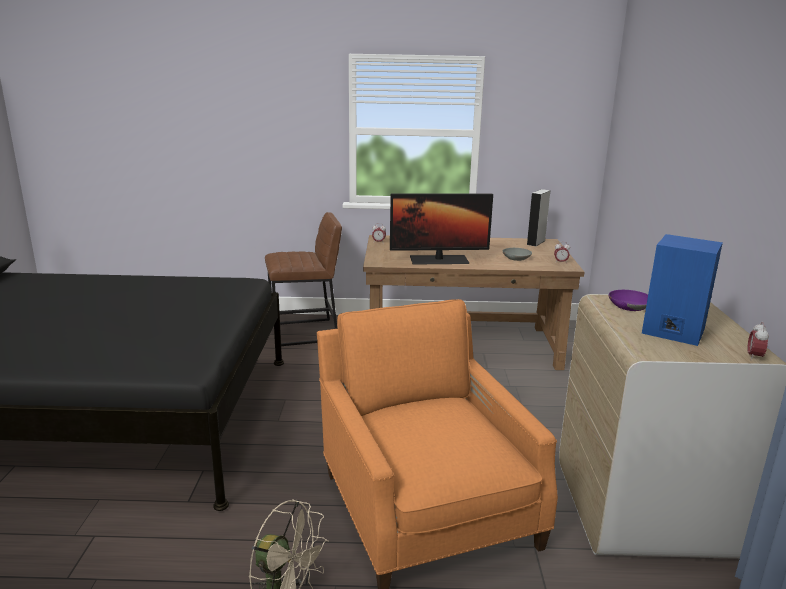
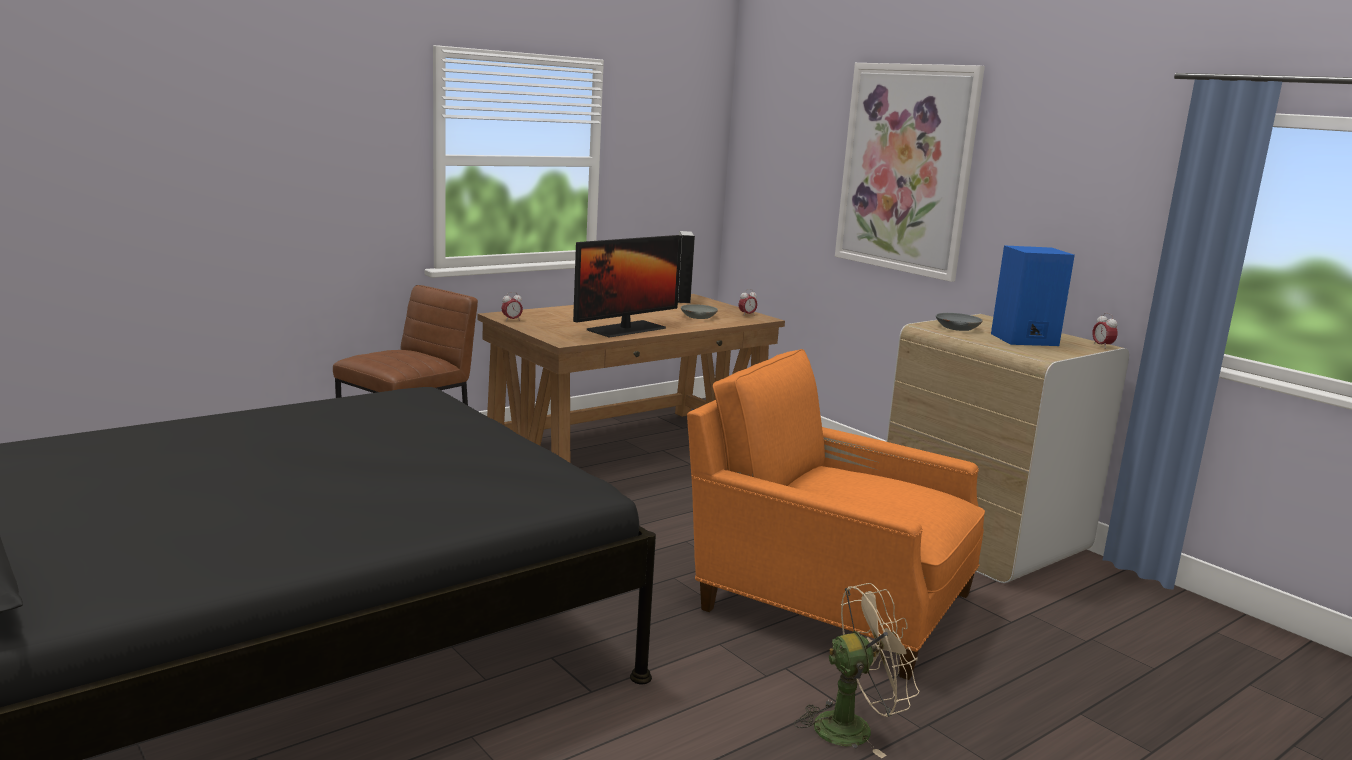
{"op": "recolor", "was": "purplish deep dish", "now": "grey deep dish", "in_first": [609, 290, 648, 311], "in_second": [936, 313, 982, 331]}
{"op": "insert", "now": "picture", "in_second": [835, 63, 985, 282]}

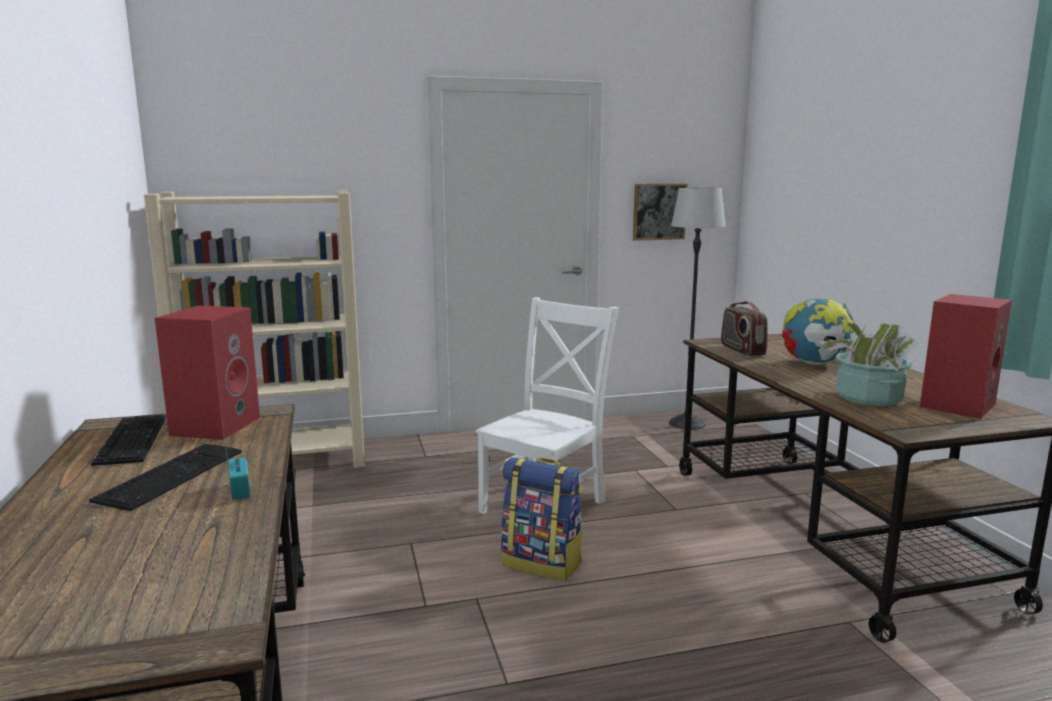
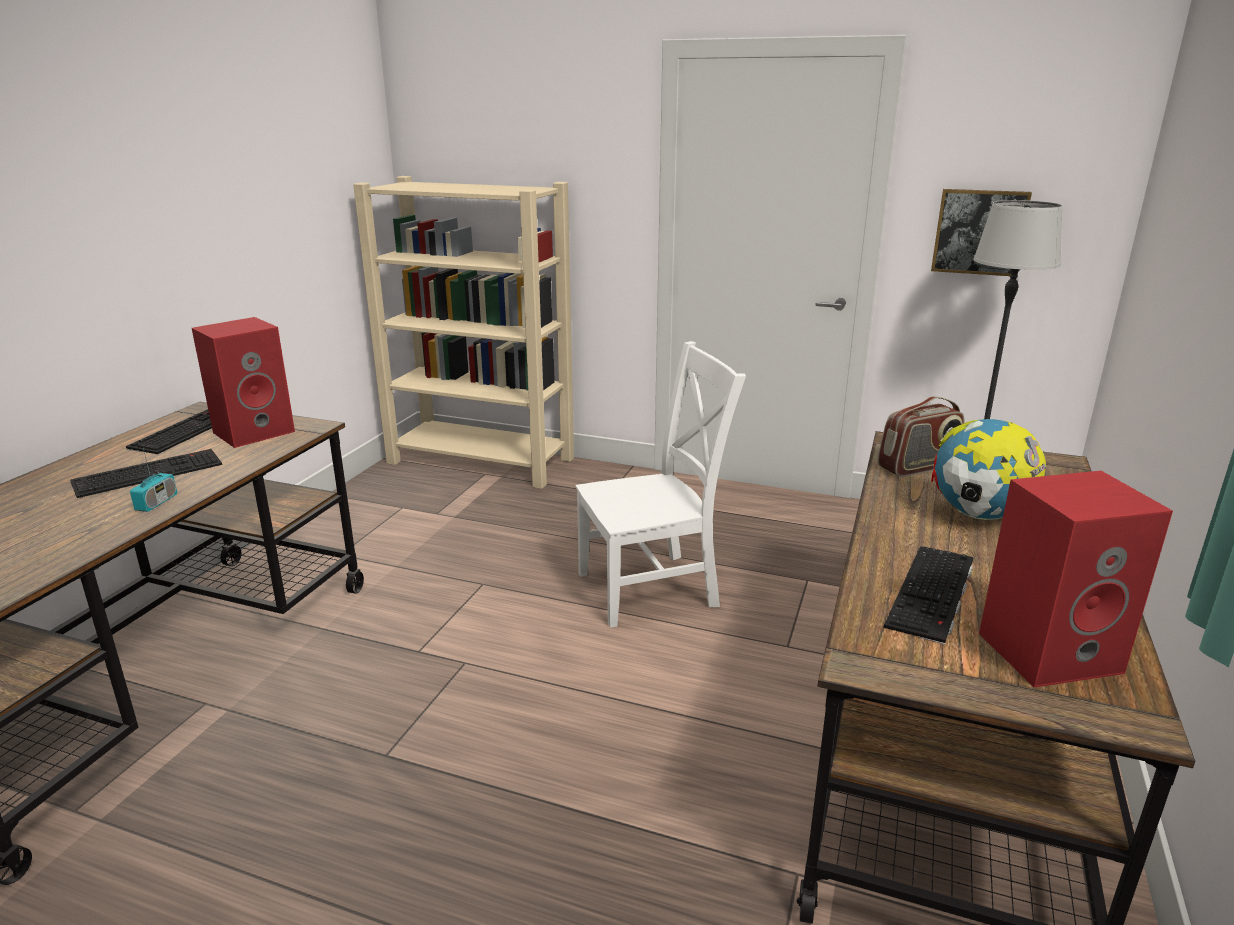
{"op": "delete", "was": "rucksack", "in_first": [501, 457, 582, 581]}
{"op": "rotate", "was": "radio", "in_first": [721, 301, 768, 356], "in_second": [878, 397, 964, 477], "clockwise": -135}
{"op": "replace", "was": "plant in a pot", "now": "PC keyboard", "in_first": [818, 322, 920, 406], "in_second": [884, 546, 974, 645]}

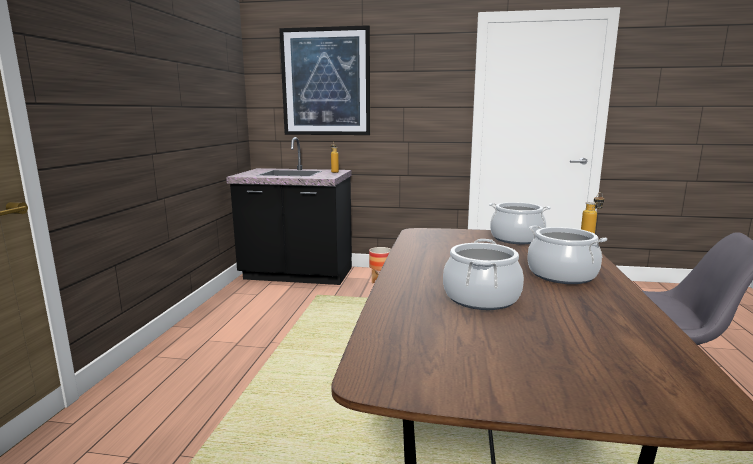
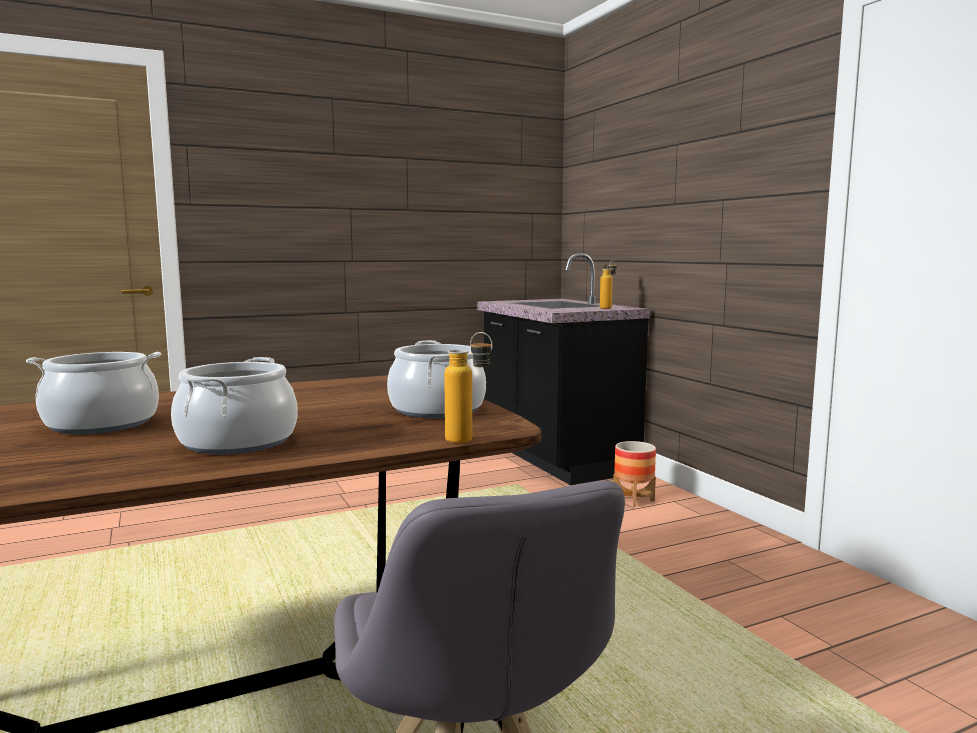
{"op": "delete", "was": "picture", "in_first": [279, 25, 370, 135]}

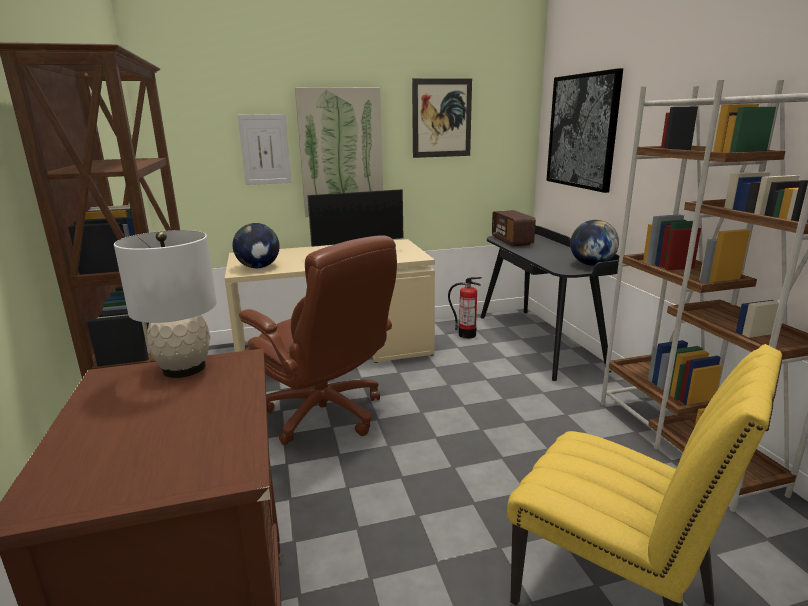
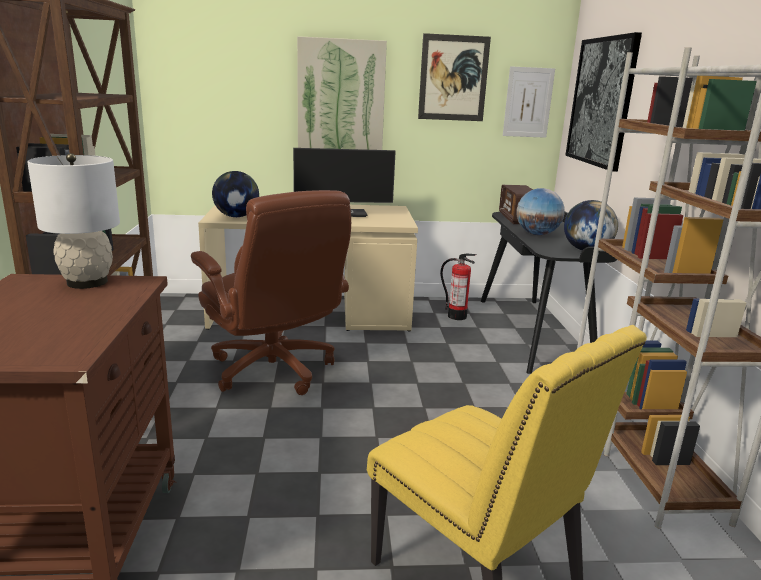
{"op": "move", "was": "picture", "in_first": [238, 114, 292, 185], "in_second": [503, 66, 555, 138]}
{"op": "insert", "now": "world globe", "in_second": [517, 188, 565, 235]}

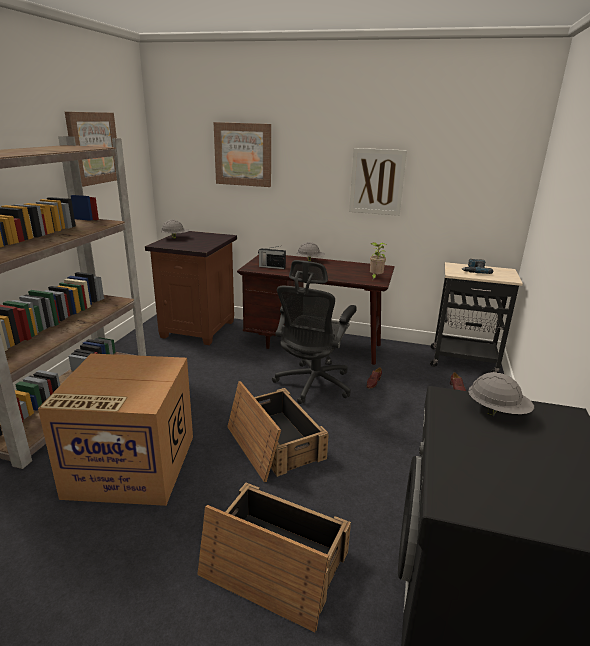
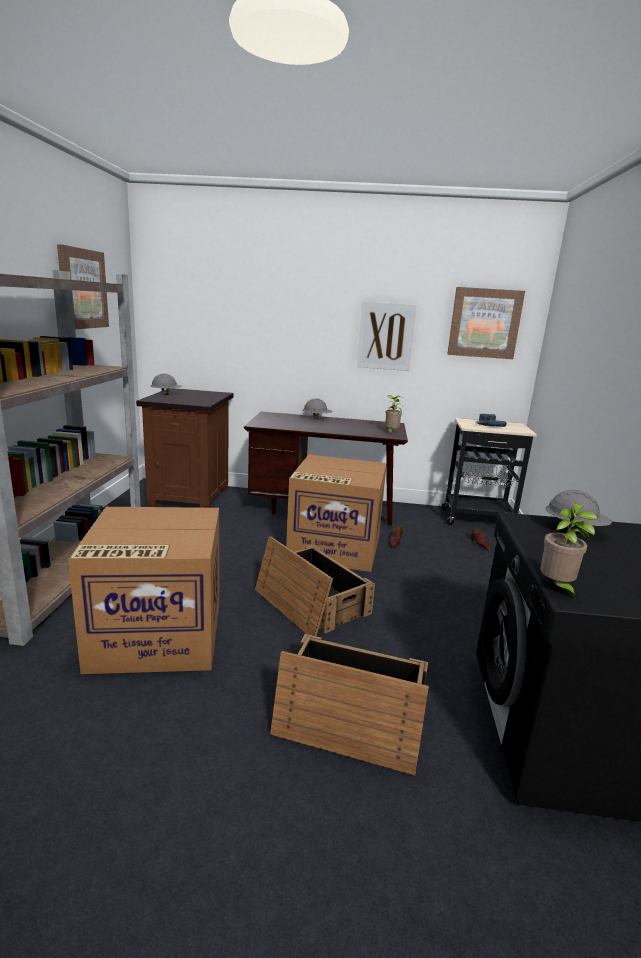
{"op": "move", "was": "picture", "in_first": [214, 122, 271, 187], "in_second": [447, 287, 525, 359]}
{"op": "delete", "was": "radio", "in_first": [258, 246, 286, 269]}
{"op": "replace", "was": "desk chair", "now": "cardboard box", "in_first": [272, 260, 357, 404], "in_second": [286, 454, 387, 572]}
{"op": "insert", "now": "plant in a pot", "in_second": [540, 503, 597, 597]}

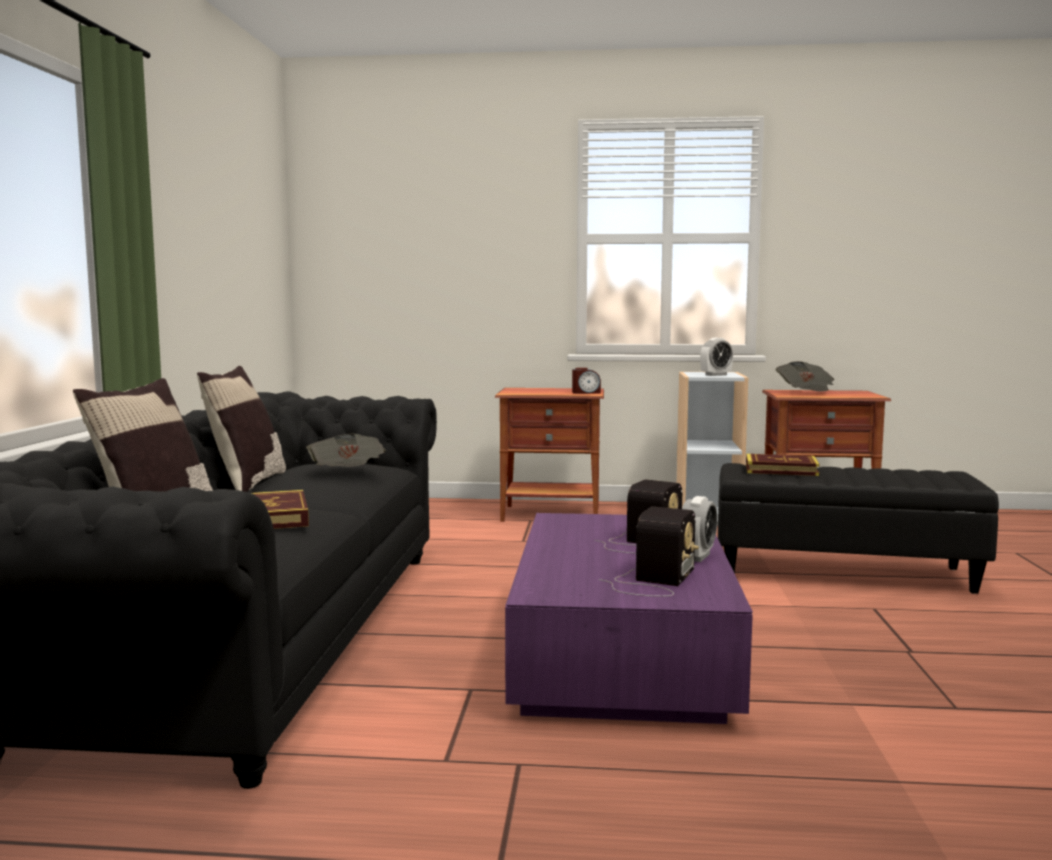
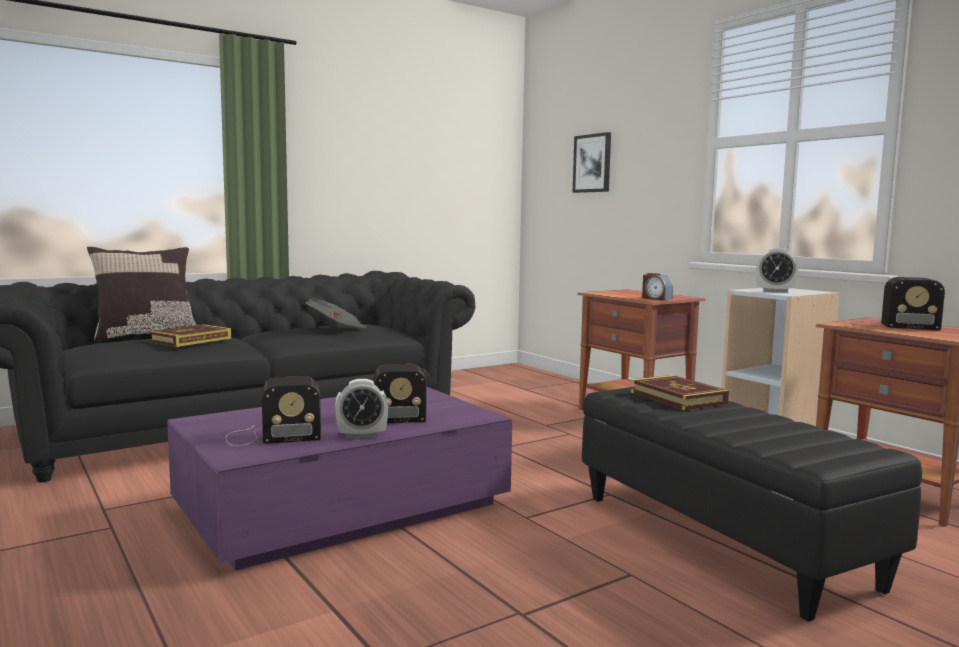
{"op": "delete", "was": "pillow", "in_first": [197, 366, 286, 492]}
{"op": "replace", "was": "printed paper", "now": "radio", "in_first": [776, 361, 834, 391], "in_second": [849, 277, 945, 331]}
{"op": "insert", "now": "picture", "in_second": [572, 132, 611, 193]}

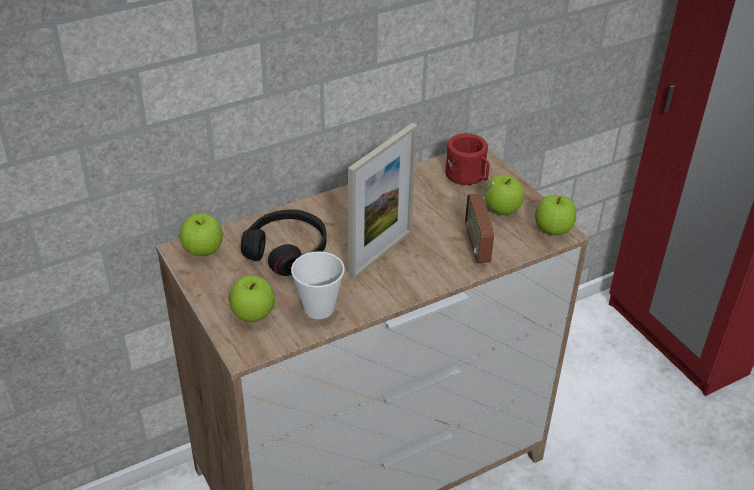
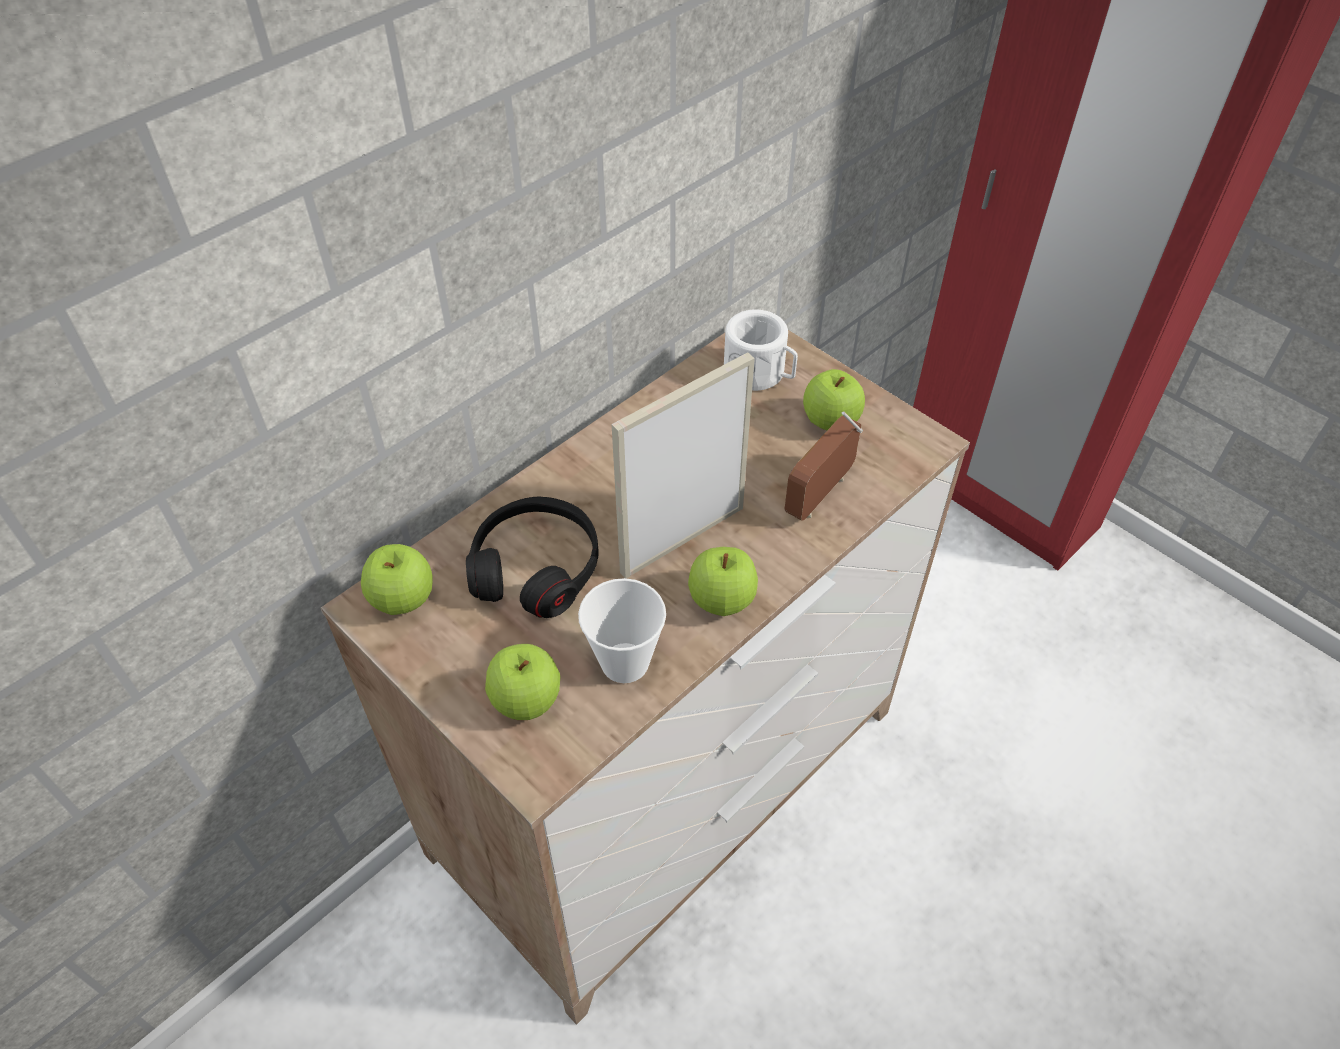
{"op": "rotate", "was": "standing frame", "in_first": [348, 123, 417, 280], "in_second": [612, 352, 755, 578], "clockwise": -150}
{"op": "recolor", "was": "reddish coffee mug", "now": "white coffee mug", "in_first": [445, 133, 490, 185], "in_second": [724, 309, 798, 391]}
{"op": "rotate", "was": "radio", "in_first": [465, 183, 494, 263], "in_second": [784, 411, 863, 521], "clockwise": 60}
{"op": "move", "was": "apple", "in_first": [535, 195, 576, 235], "in_second": [688, 547, 758, 616]}

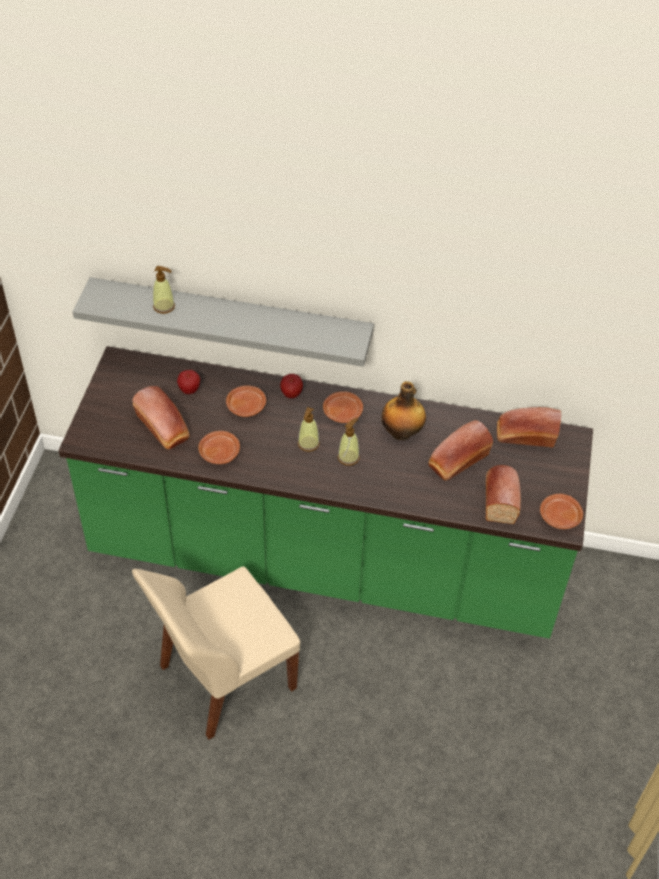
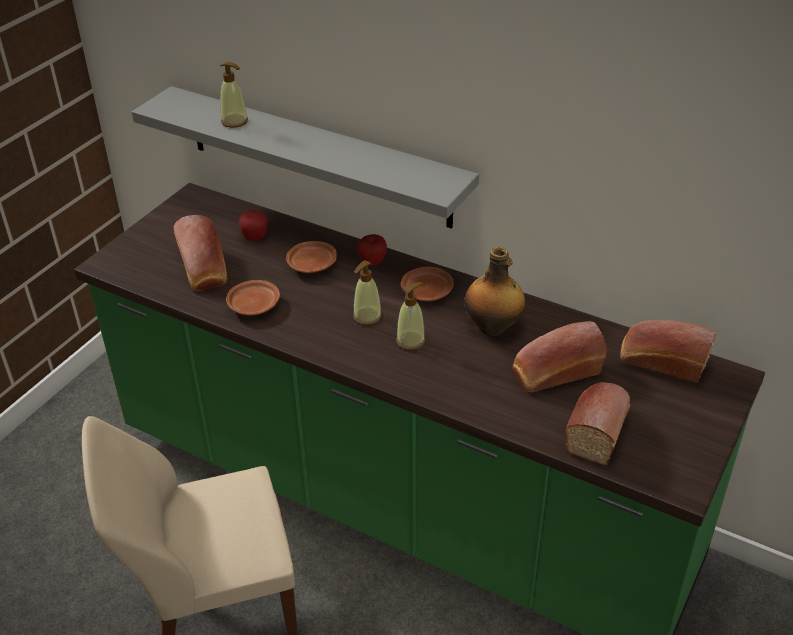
{"op": "delete", "was": "brown-coloured dinner plate", "in_first": [540, 494, 583, 529]}

